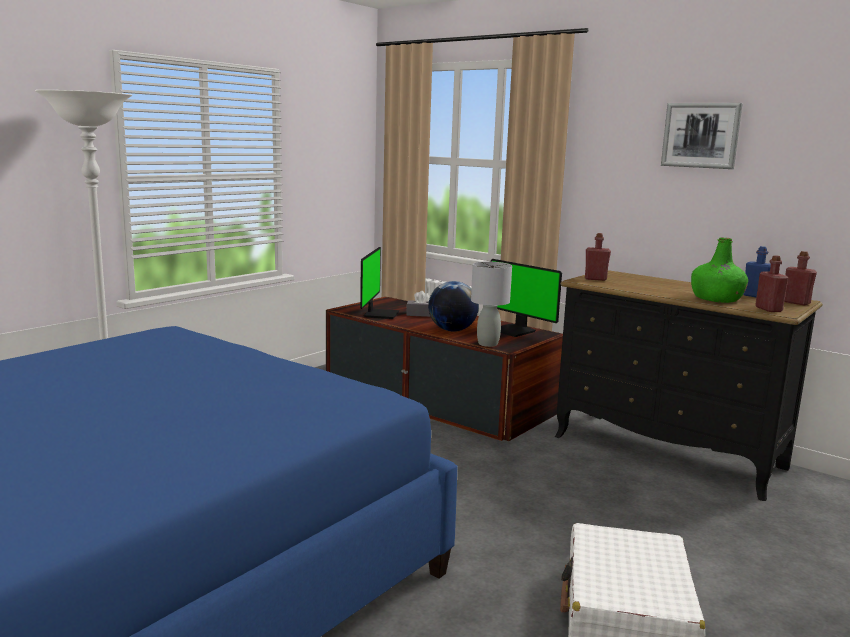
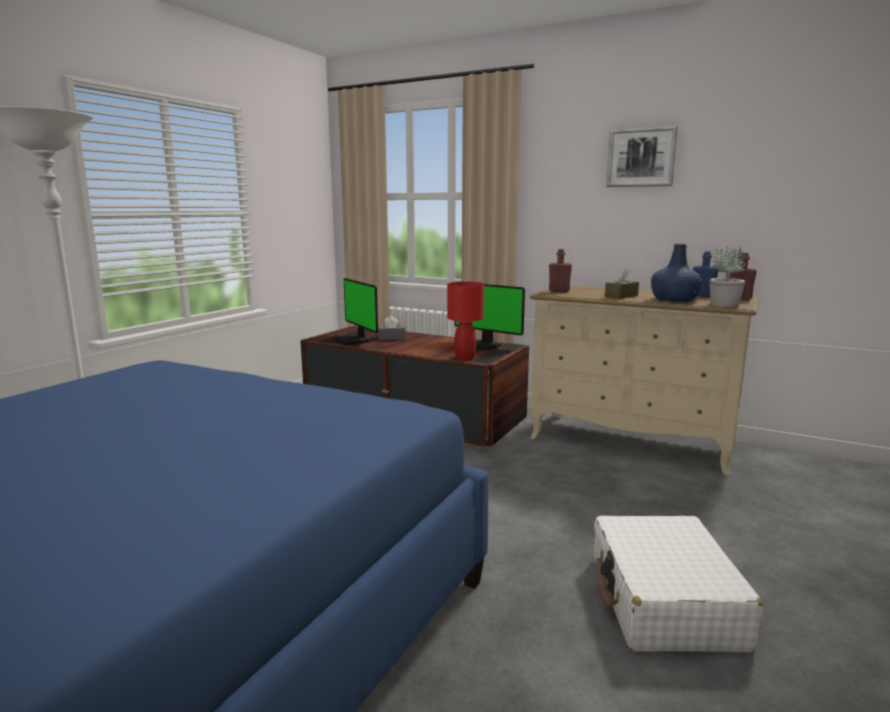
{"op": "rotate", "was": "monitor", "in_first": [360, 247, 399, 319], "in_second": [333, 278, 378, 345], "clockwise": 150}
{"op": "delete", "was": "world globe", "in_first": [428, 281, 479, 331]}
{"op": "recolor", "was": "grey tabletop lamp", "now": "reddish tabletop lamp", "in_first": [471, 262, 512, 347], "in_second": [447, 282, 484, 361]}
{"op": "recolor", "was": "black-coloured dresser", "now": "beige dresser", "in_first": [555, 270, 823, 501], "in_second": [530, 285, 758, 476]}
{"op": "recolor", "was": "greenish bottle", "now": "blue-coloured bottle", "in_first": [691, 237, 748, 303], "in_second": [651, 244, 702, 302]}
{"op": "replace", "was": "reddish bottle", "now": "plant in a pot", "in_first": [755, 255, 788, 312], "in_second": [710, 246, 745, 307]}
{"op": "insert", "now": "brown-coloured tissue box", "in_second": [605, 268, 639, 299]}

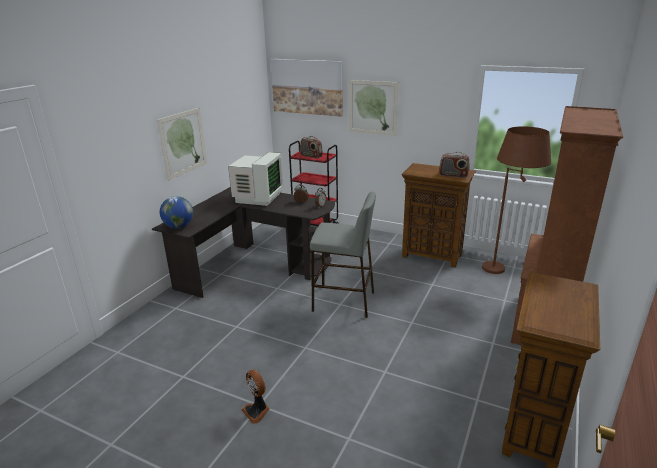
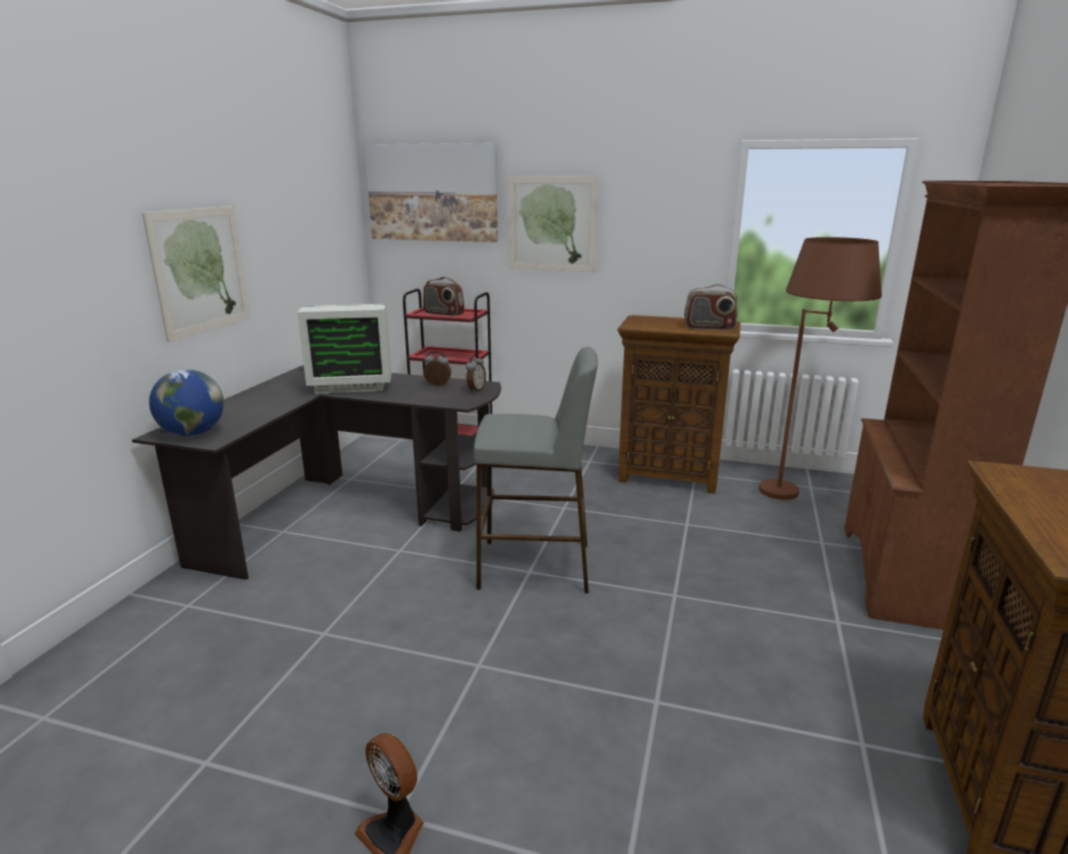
{"op": "rotate", "was": "monitor", "in_first": [228, 152, 284, 206], "in_second": [297, 304, 391, 394], "clockwise": 75}

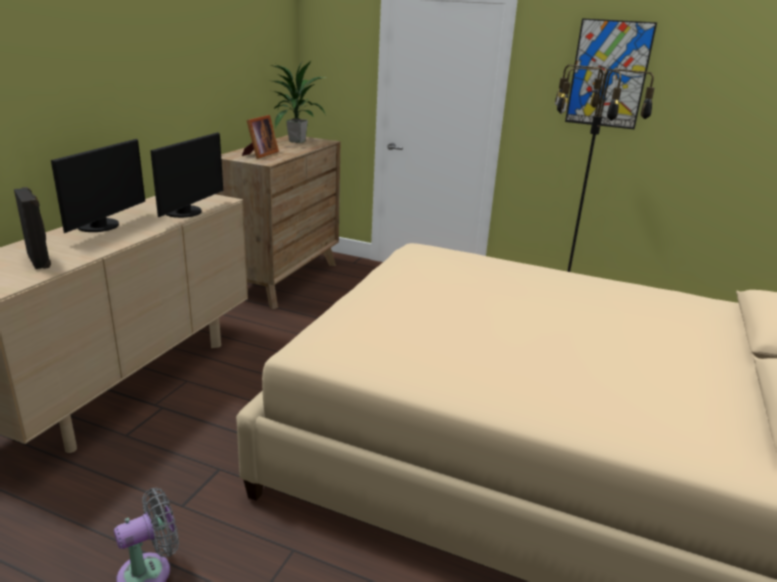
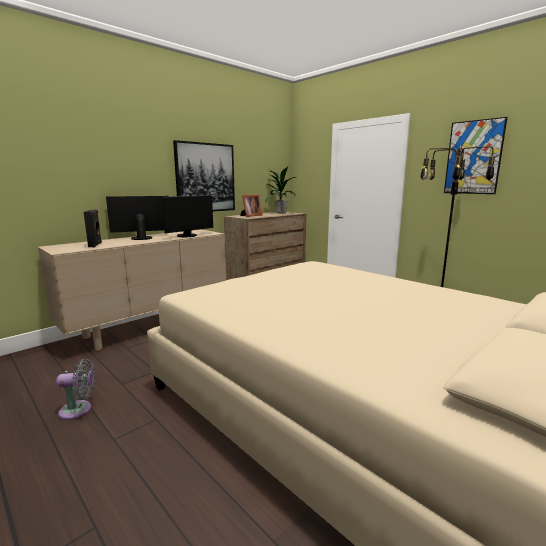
{"op": "rotate", "was": "monitor", "in_first": [51, 139, 145, 233], "in_second": [106, 196, 169, 240], "clockwise": -150}
{"op": "insert", "now": "picture", "in_second": [173, 140, 235, 212]}

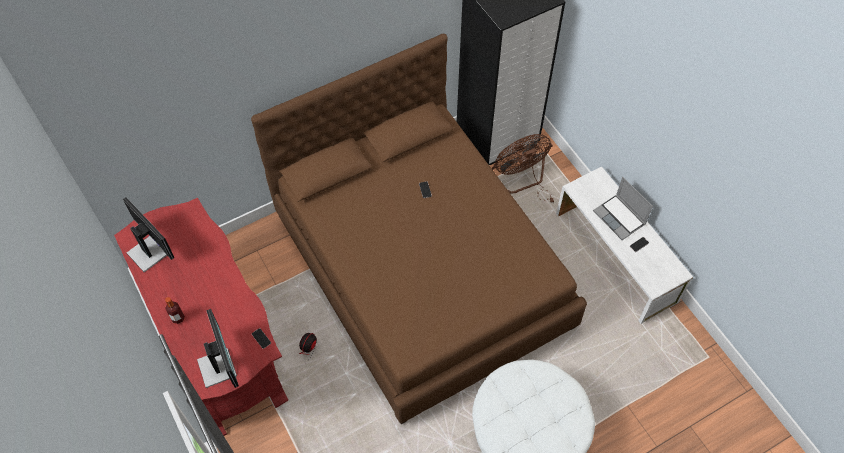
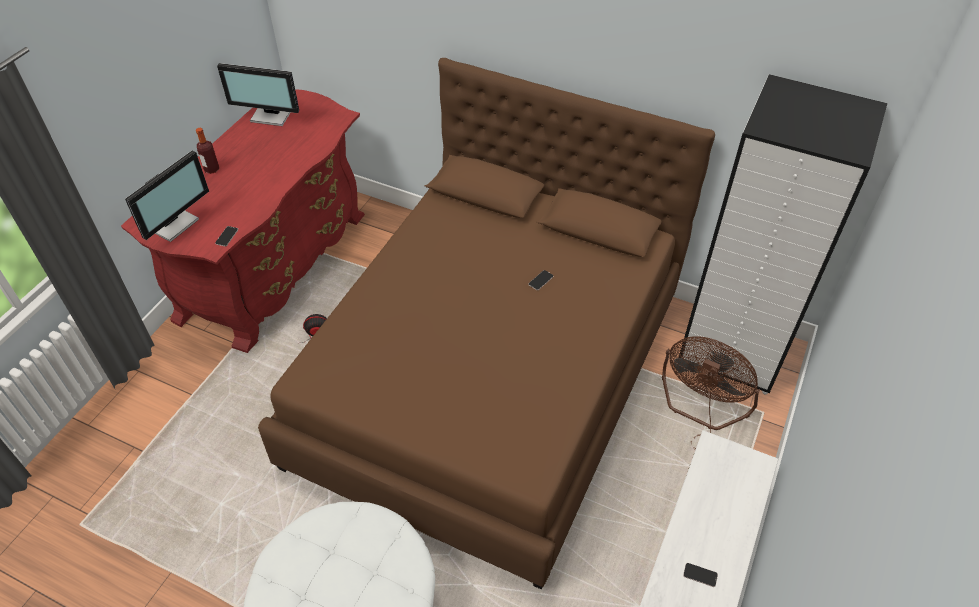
{"op": "rotate", "was": "monitor", "in_first": [123, 197, 175, 272], "in_second": [217, 63, 299, 126], "clockwise": 90}
{"op": "delete", "was": "notebook computer", "in_first": [593, 177, 653, 240]}

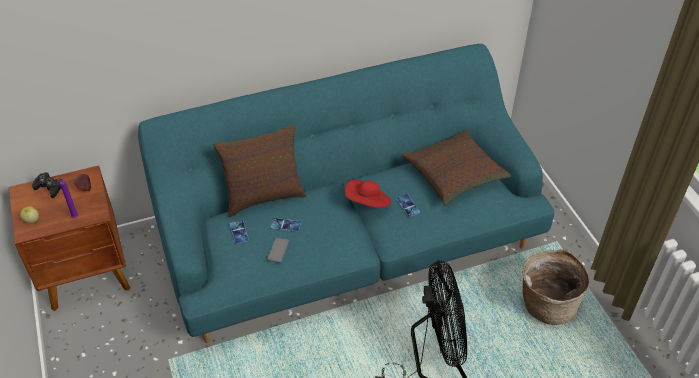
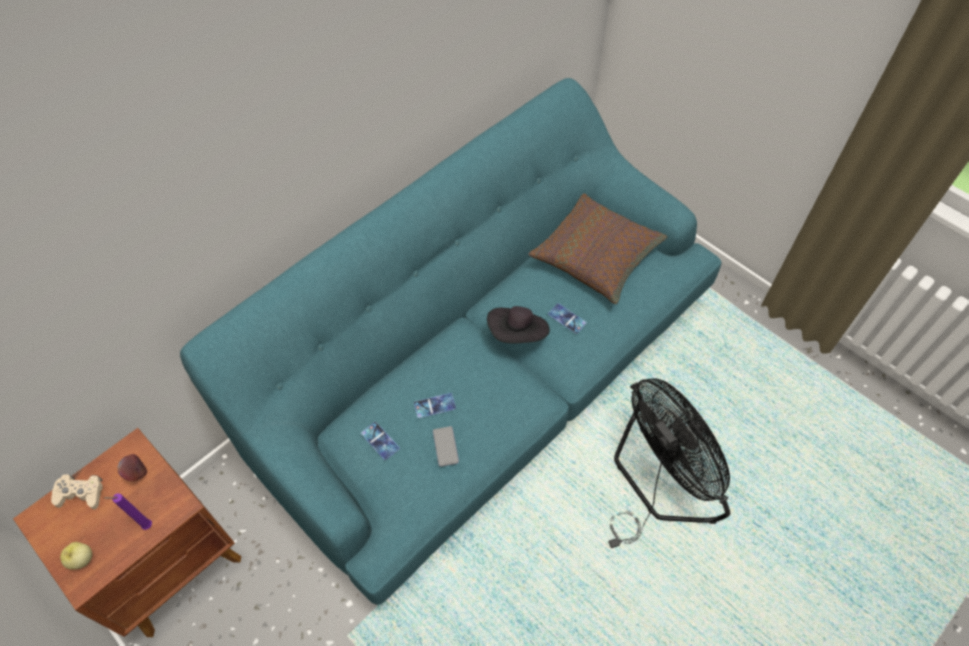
{"op": "recolor", "was": "black-coloured joypad", "now": "beige joypad", "in_first": [32, 172, 63, 198], "in_second": [51, 474, 103, 510]}
{"op": "delete", "was": "brown-coloured pillow", "in_first": [213, 125, 306, 217]}
{"op": "recolor", "was": "reddish hat", "now": "black-coloured hat", "in_first": [345, 180, 391, 207], "in_second": [487, 306, 550, 344]}
{"op": "delete", "was": "household basket", "in_first": [523, 249, 590, 325]}

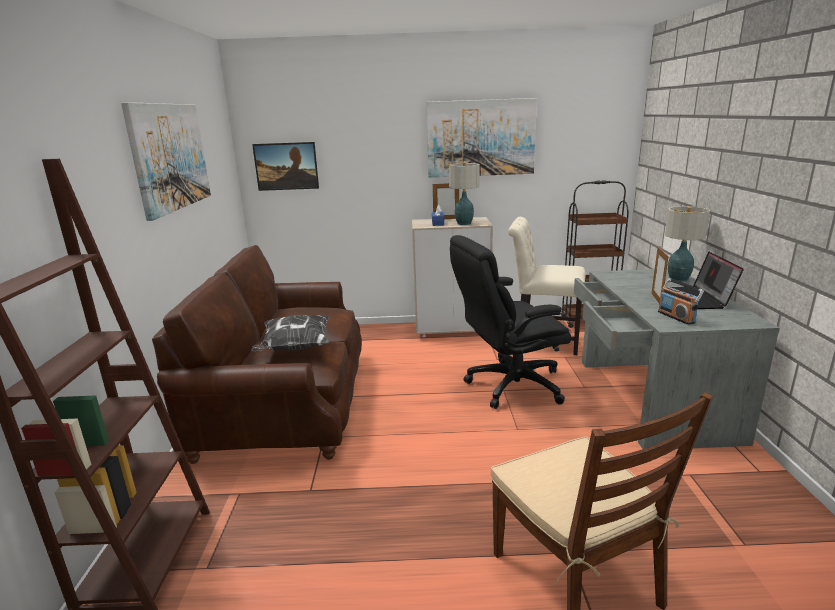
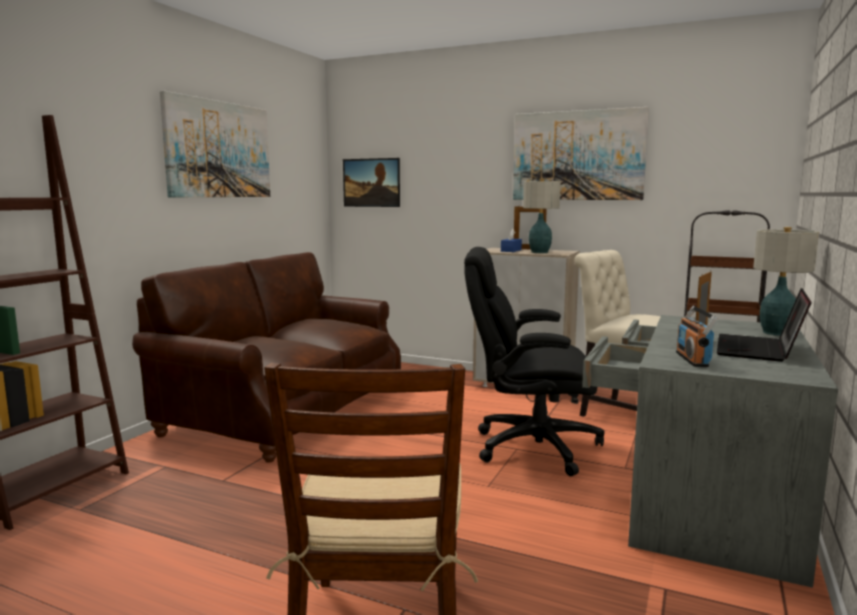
{"op": "delete", "was": "pillow", "in_first": [251, 315, 330, 351]}

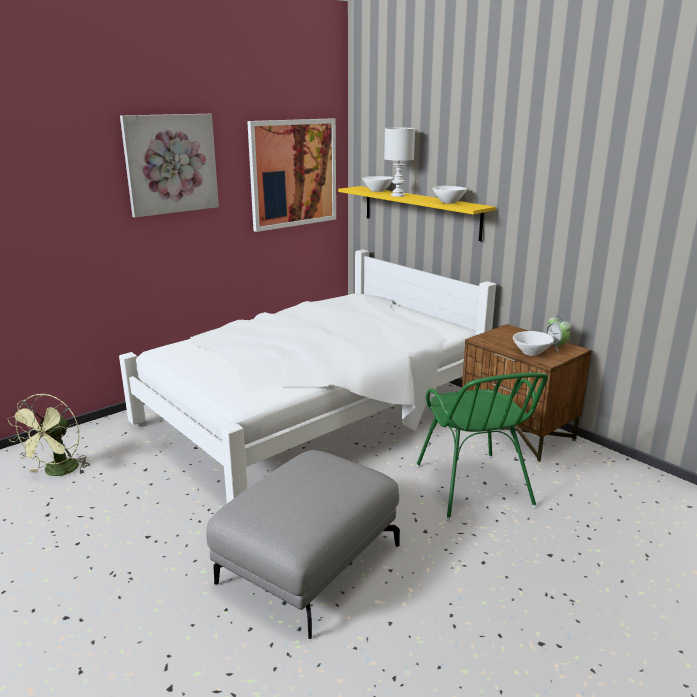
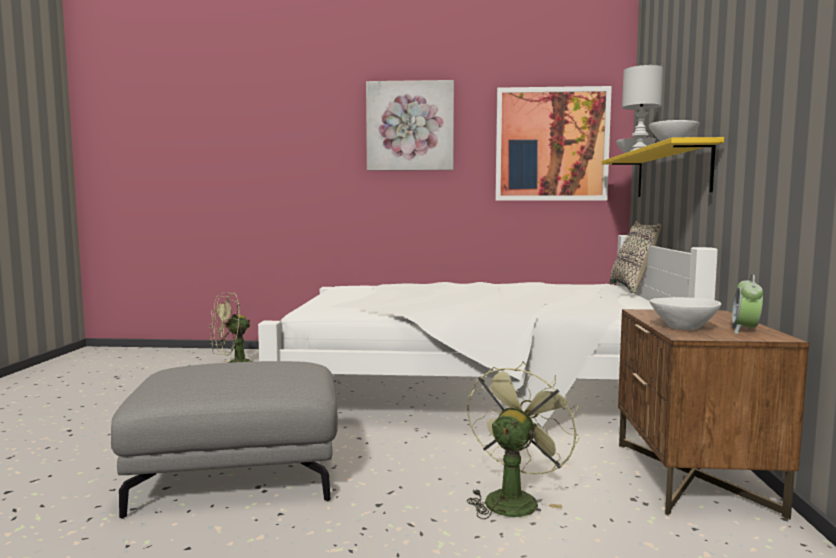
{"op": "replace", "was": "greenish chair", "now": "greenish electric fan", "in_first": [416, 373, 548, 521], "in_second": [467, 361, 579, 519]}
{"op": "insert", "now": "beige pillow", "in_second": [610, 221, 661, 293]}

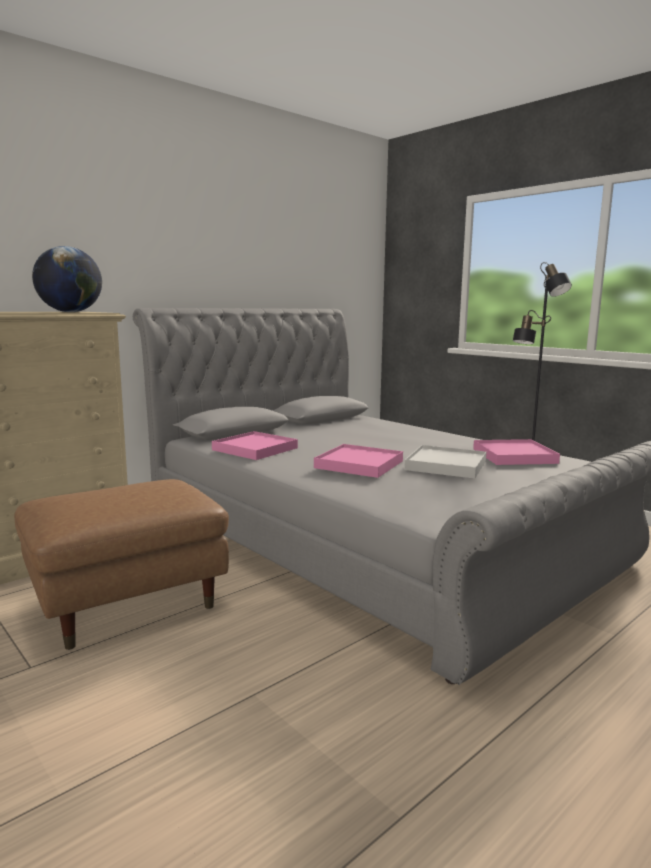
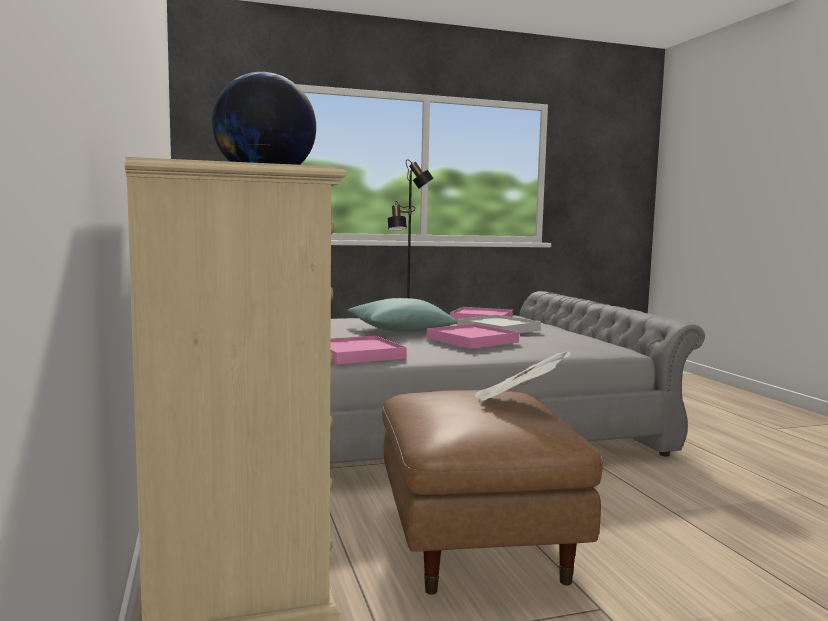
{"op": "insert", "now": "turquoise pillow", "in_second": [348, 298, 457, 332]}
{"op": "insert", "now": "printed paper", "in_second": [475, 351, 570, 402]}

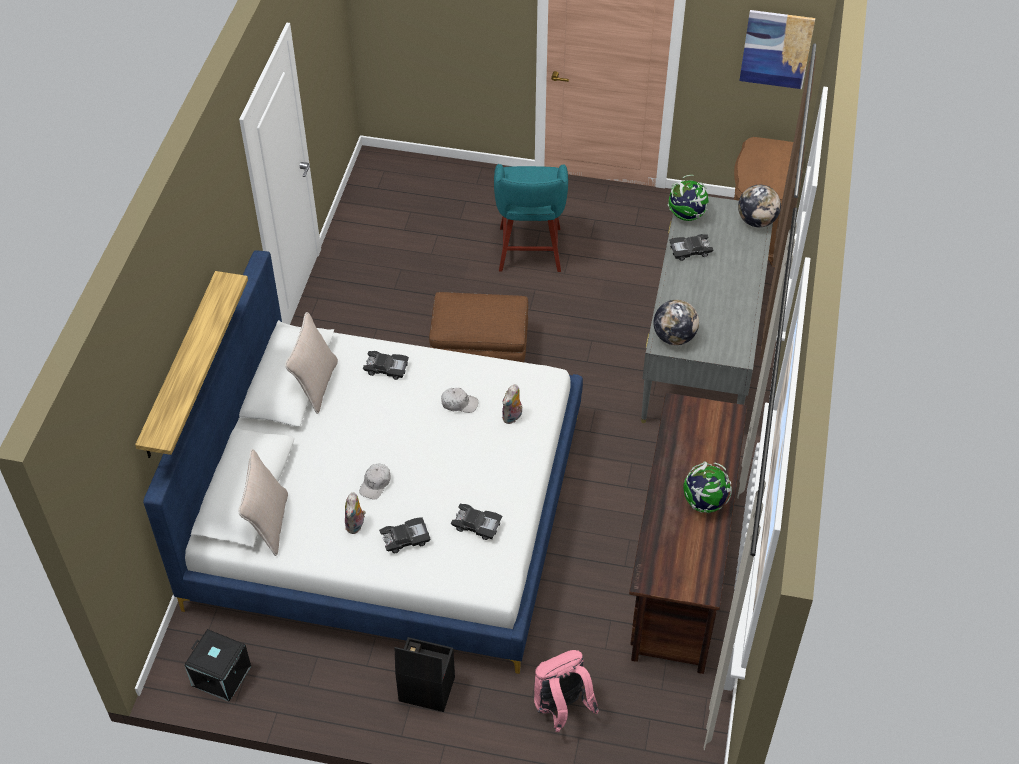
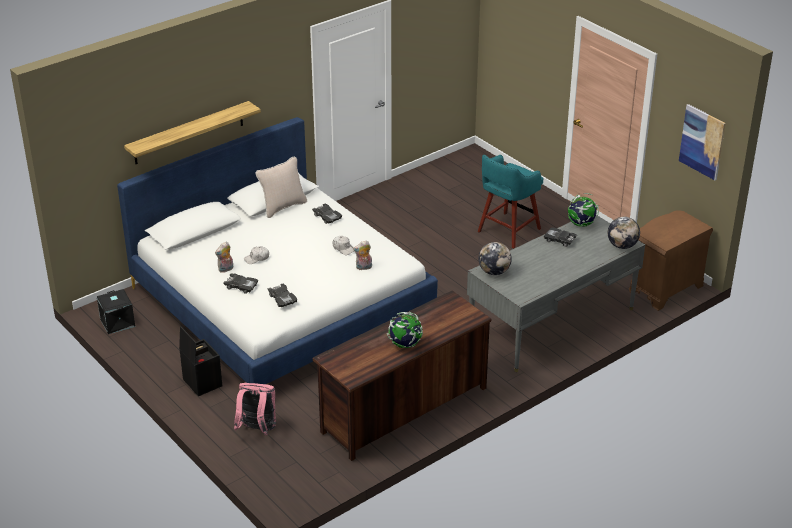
{"op": "delete", "was": "beige pillow", "in_first": [238, 449, 288, 556]}
{"op": "delete", "was": "brown-coloured footrest", "in_first": [429, 292, 528, 362]}

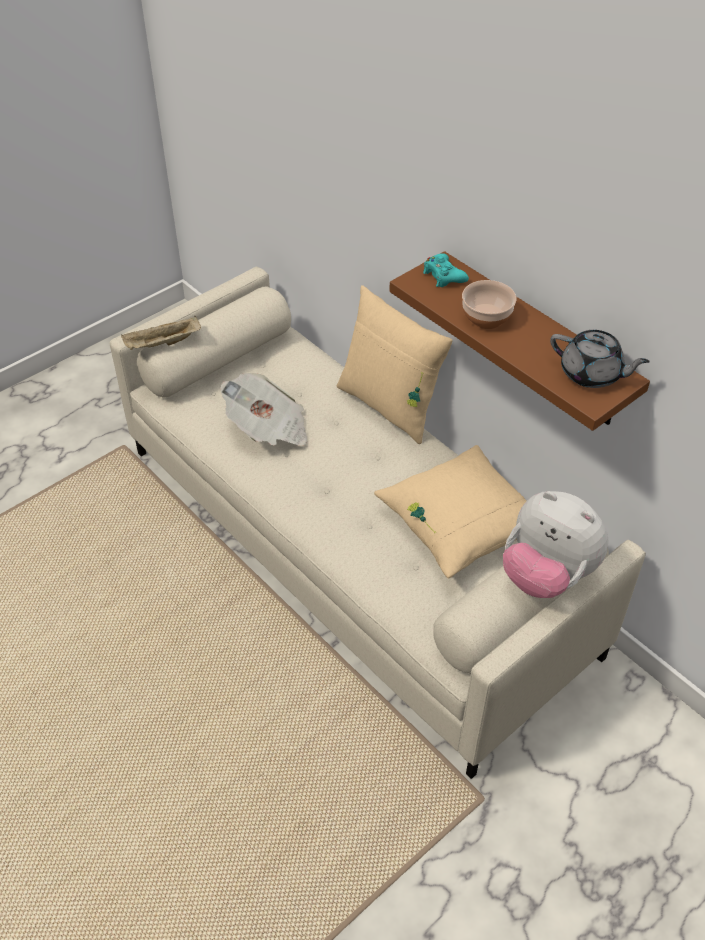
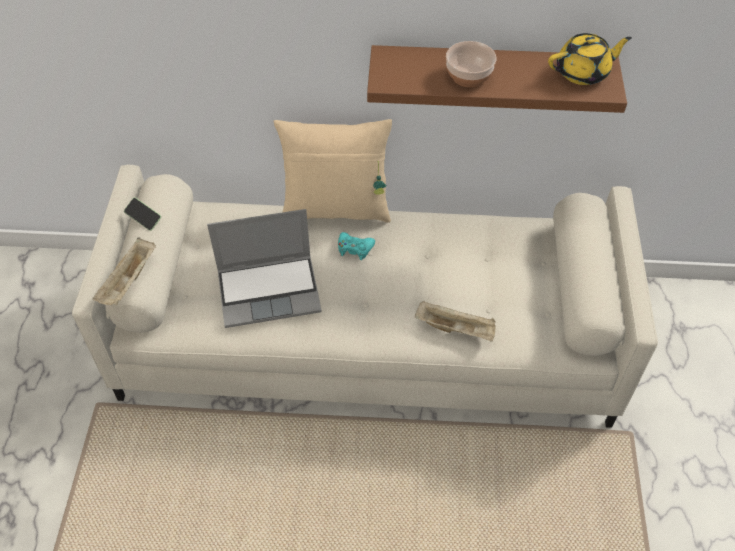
{"op": "replace", "was": "printed paper", "now": "notebook computer", "in_first": [220, 373, 307, 446], "in_second": [207, 209, 322, 328]}
{"op": "delete", "was": "beige pillow", "in_first": [374, 445, 527, 579]}
{"op": "move", "was": "turquoise joypad", "in_first": [423, 253, 469, 287], "in_second": [338, 232, 375, 260]}
{"op": "delete", "was": "cuddly toy", "in_first": [503, 491, 609, 598]}
{"op": "recolor", "was": "grey pot for tea", "now": "yellow-coloured pot for tea", "in_first": [550, 330, 650, 388], "in_second": [548, 33, 632, 85]}
{"op": "insert", "now": "phone", "in_second": [124, 197, 161, 231]}
{"op": "insert", "now": "beige tray", "in_second": [415, 301, 496, 342]}

